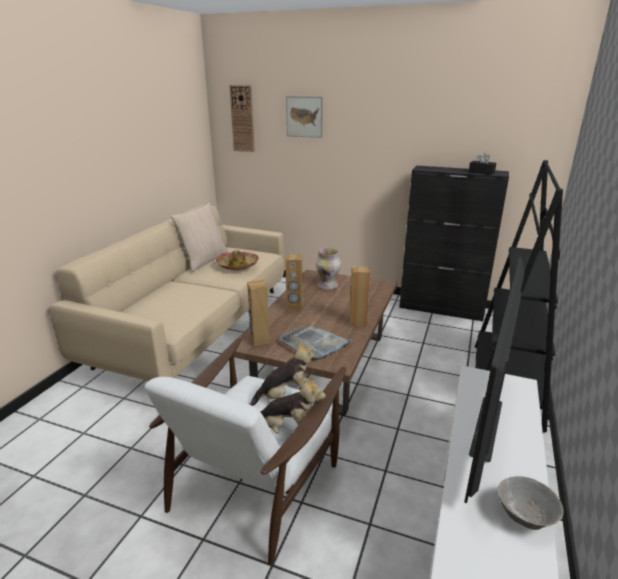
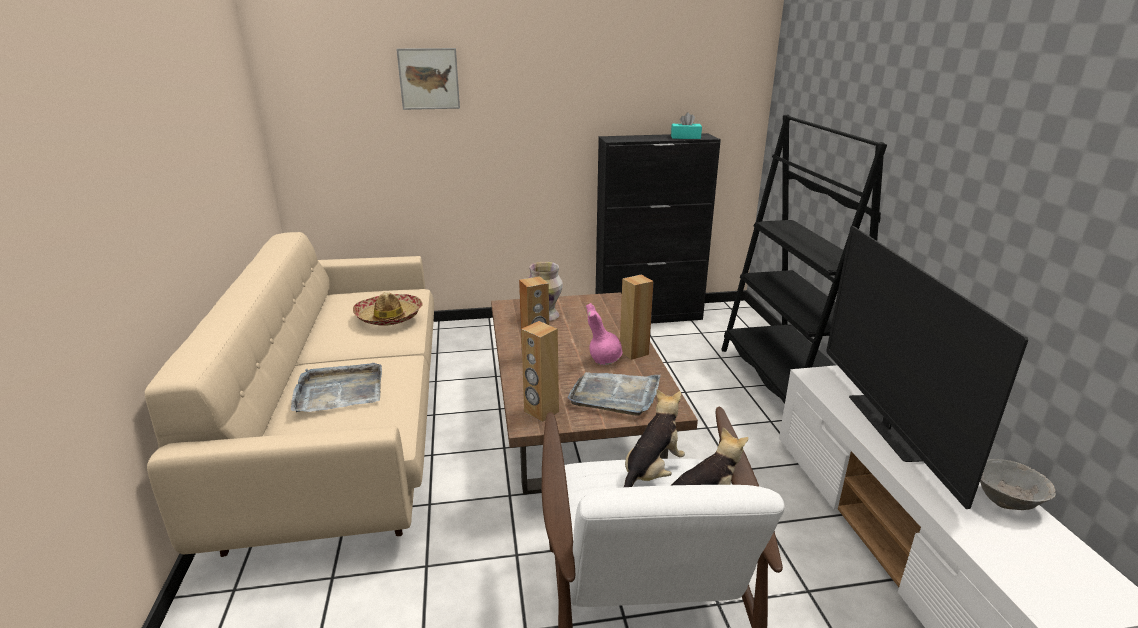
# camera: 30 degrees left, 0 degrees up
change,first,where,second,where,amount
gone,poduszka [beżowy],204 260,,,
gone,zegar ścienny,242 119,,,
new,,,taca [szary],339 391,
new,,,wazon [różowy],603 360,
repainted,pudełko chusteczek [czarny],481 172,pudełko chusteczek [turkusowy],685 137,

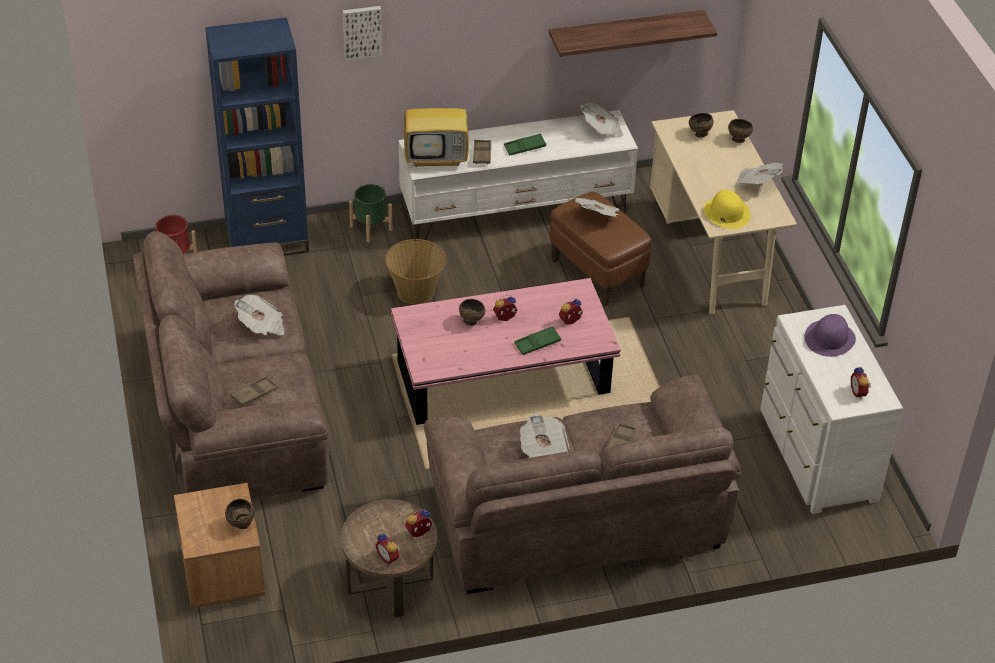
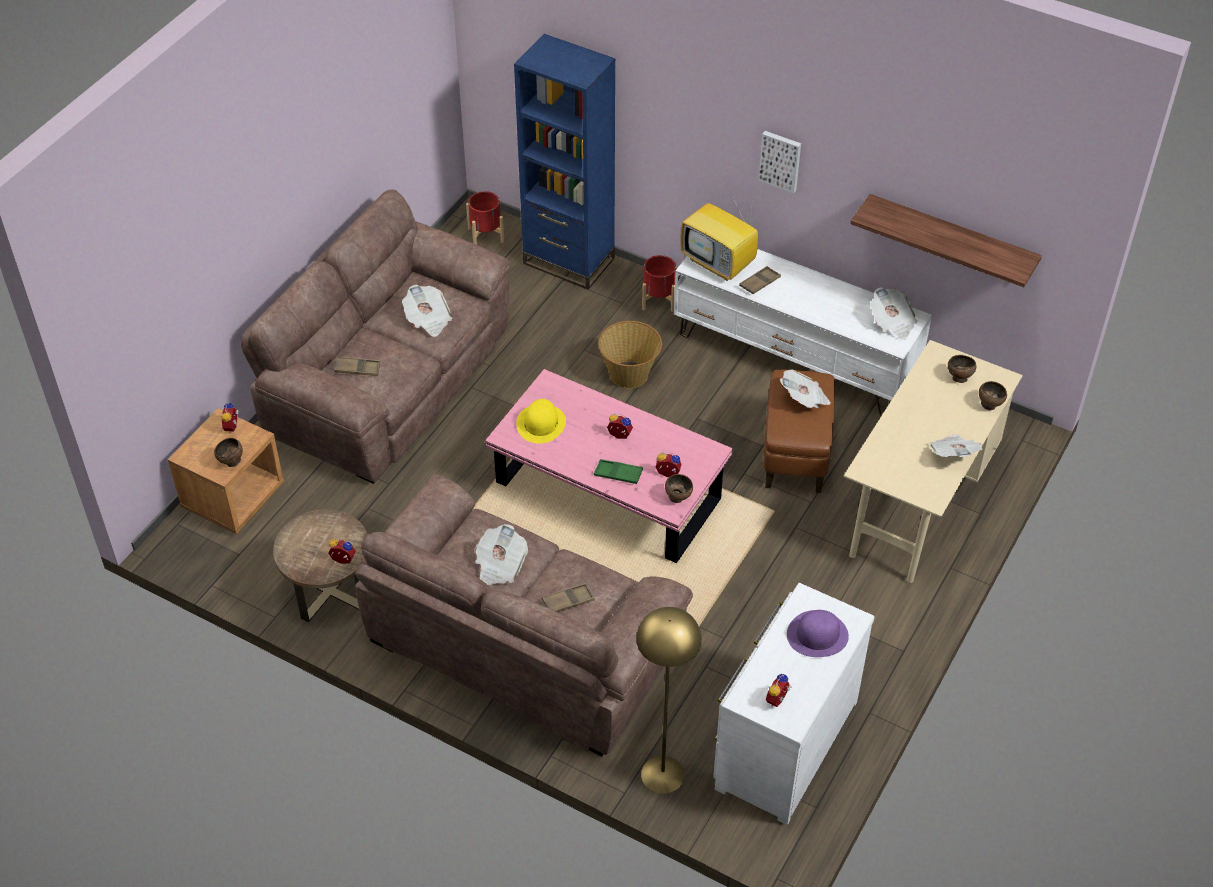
# camera: 45 degrees right, 5 degrees up
change,first,where,second,where,amount
gone,taca [zielony],524 147,,,
new,,,lampa stojąca [żółty],662 774,
shifted,obraz,362 31,,780 160,
shifted,budzik,389 557,,233 427,
shifted,miska [brązowy],471 321,,678 497,
shifted,kapelusz [żółty],726 213,,541 423,
repainted,donica [zielony],371 228,donica [czerwony],658 299,

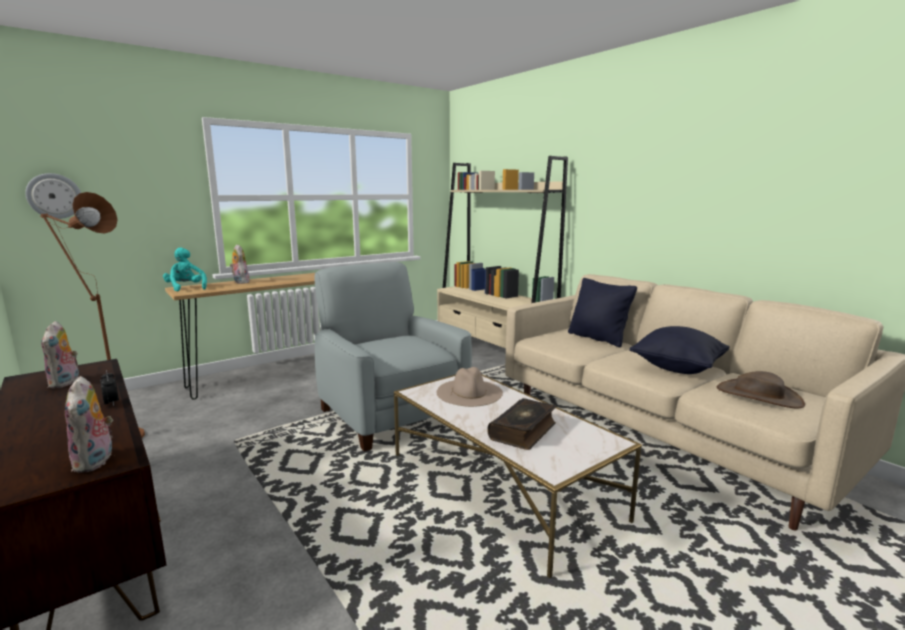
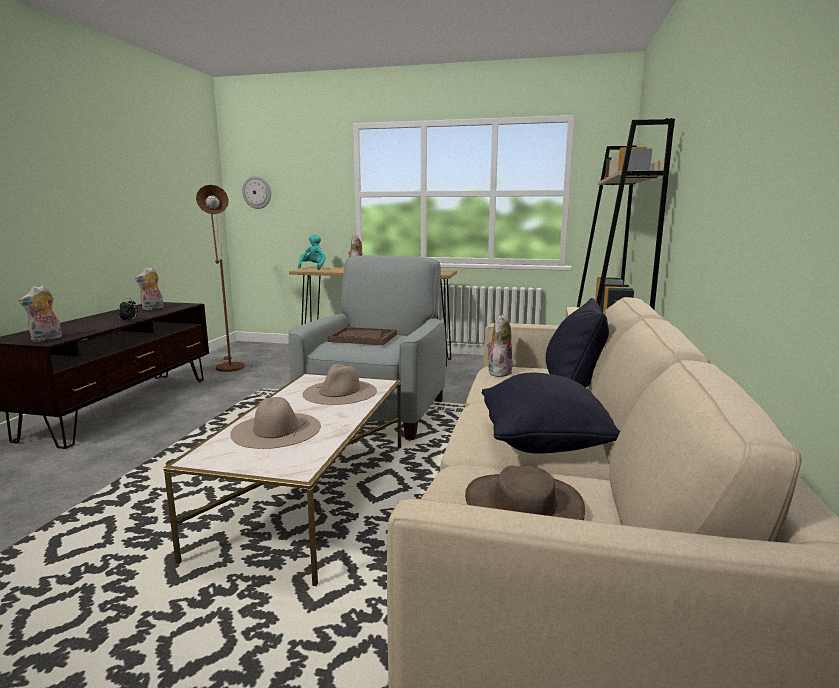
# camera: 50 degrees right, 0 degrees up
change,first,where,second,where,amount
new,,,taca [brązowy],362 338,
new,,,pluszak,498 372,
swapped,książka,524 431,kapelusz [beżowy],276 430,

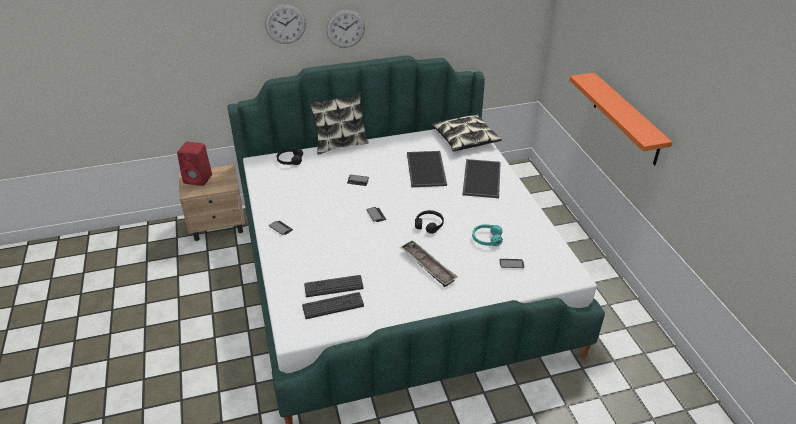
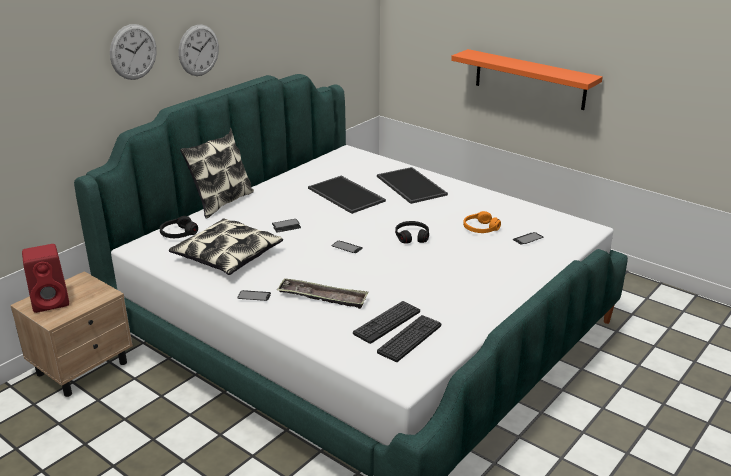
# camera: 35 degrees left, 10 degrees down
change,first,where,second,where,amount
shifted,taca,427 266,,322 297,
shifted,poduszka,465 139,,227 256,
repainted,słuchawki [turkusowy],486 239,słuchawki [pomarańczowy],480 228,

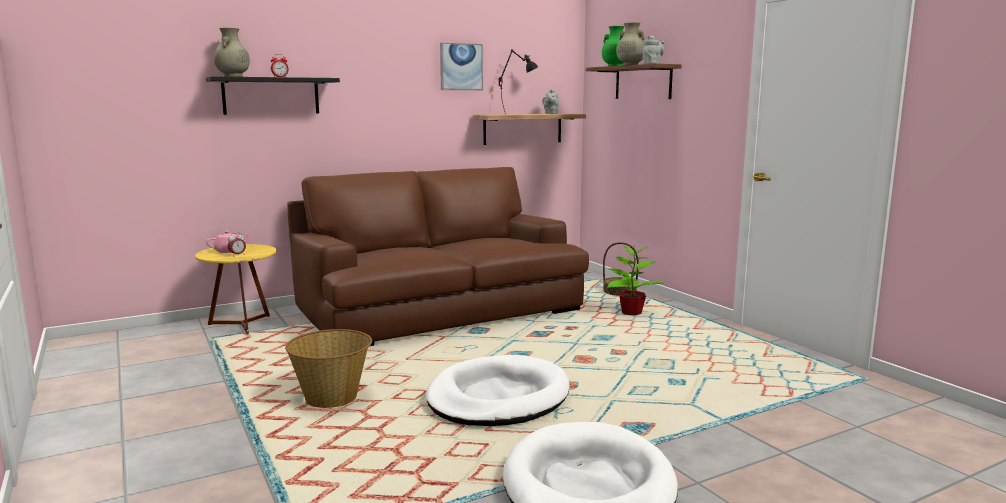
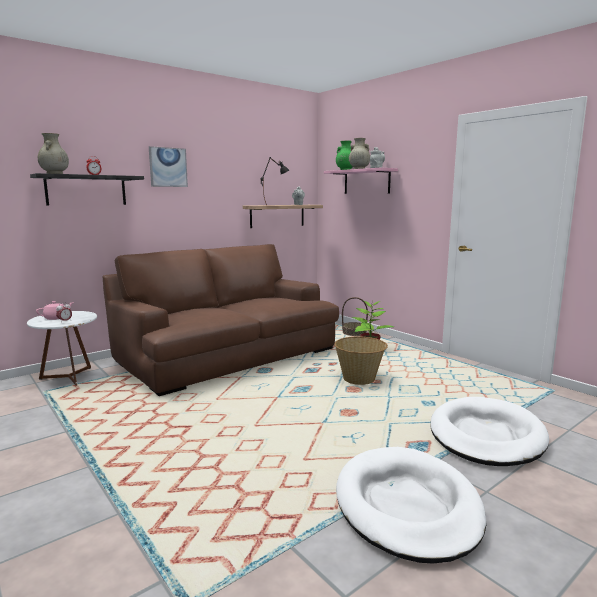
# camera: 10 degrees left, 0 degrees up
change,first,where,second,where,amount
shifted,koszyk,332 398,,359 379,
shifted,legowisko [biały],498 397,,486 435,
shifted,obraz,461 67,,168 167,
repainted,stolik [żółty],242 324,stolik [biały],69 377,
repainted,półka [brązowy],643 82,półka [różowy],366 181,

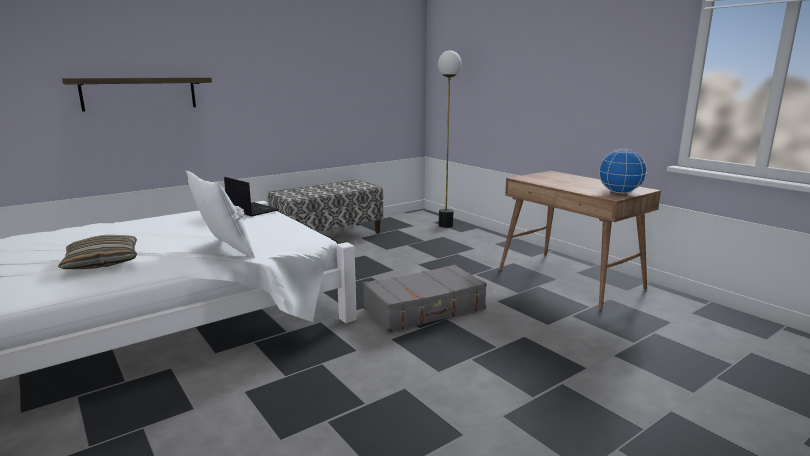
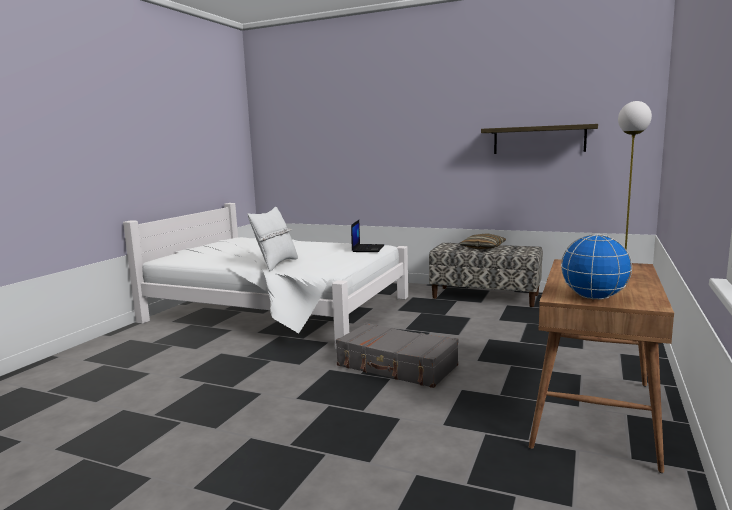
# camera: 60 degrees right, 5 degrees down
change,first,where,second,where,amount
shifted,poduszka,102 262,,483 247,
shifted,półka,139 93,,539 139,

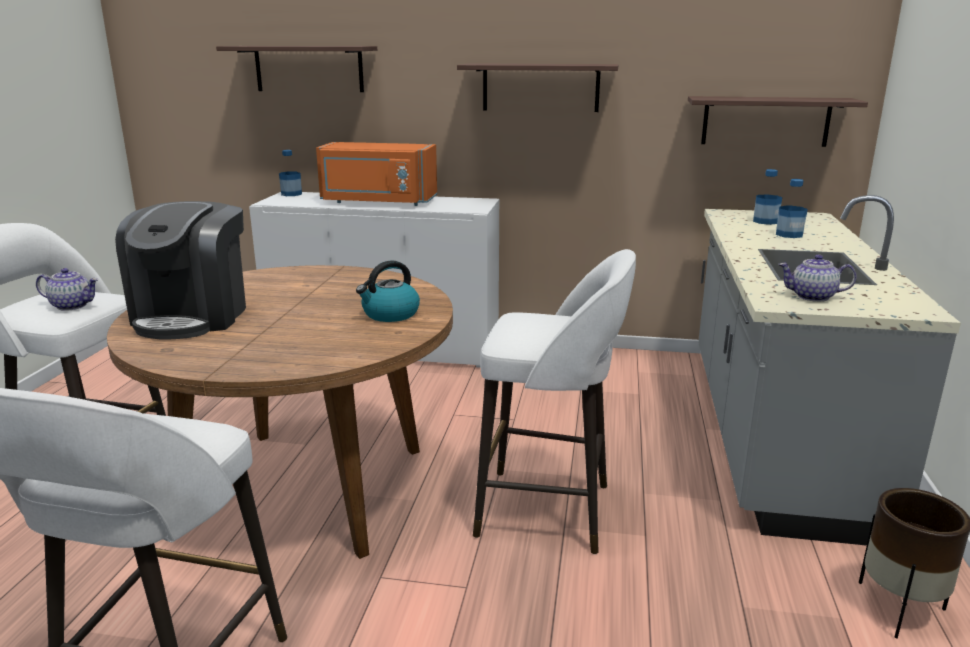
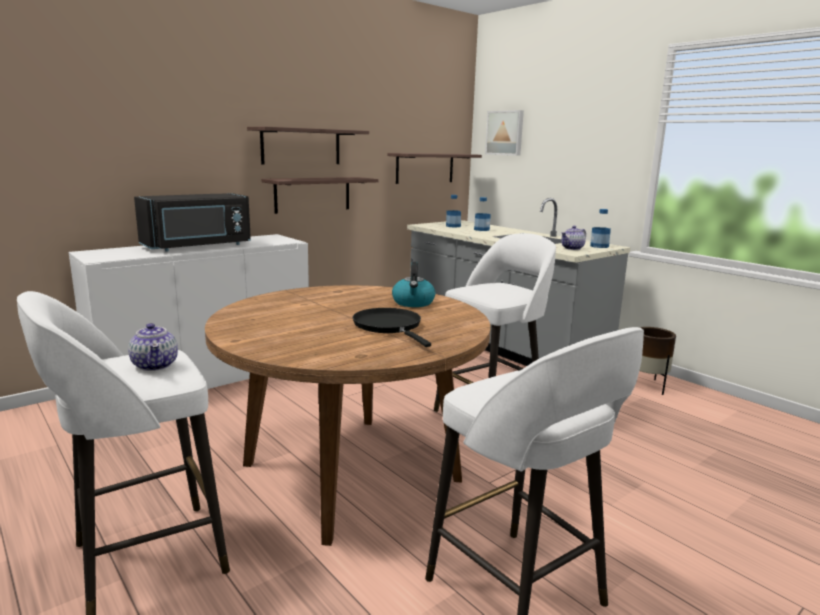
# camera: 50 degrees left, 5 degrees down
change,first,where,second,where,amount
gone,ekspres do kawy,193 316,,,
new,,,patelnia [czarny],389 326,
new,,,obraz,505 133,
shifted,półka,309 69,,312 194,
shifted,butelka,291 194,,599 246,
repainted,mikrofalówka [pomarańczowy],377 202,mikrofalówka [czarny],198 246,
rotated,imbryk,73 305,,156 365,105 degrees clockwise

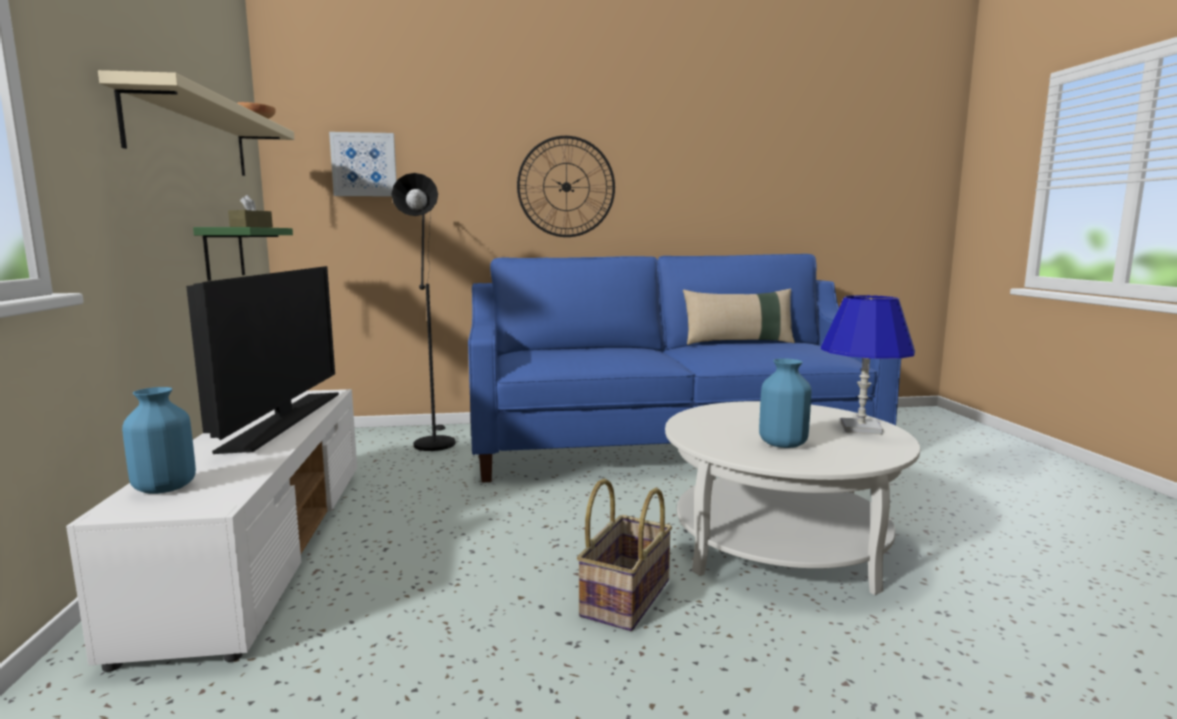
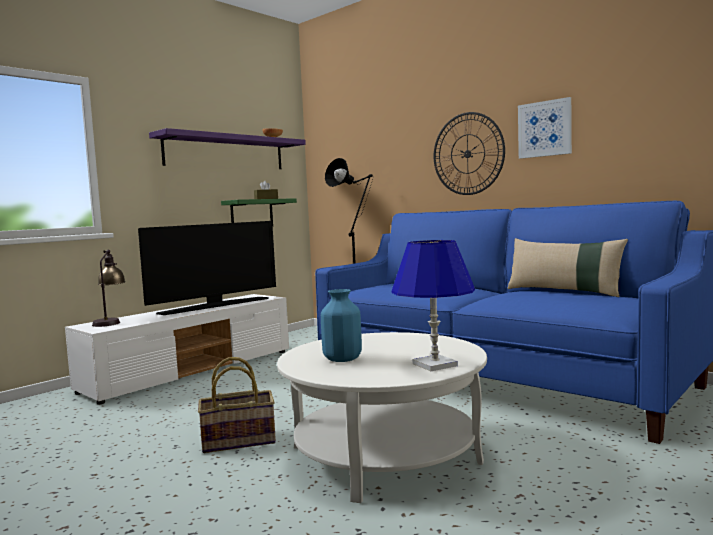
# camera: 50 degrees right, 5 degrees down
change,first,where,second,where,amount
shifted,obraz,364 164,,544 129,
swapped,wazon [niebieski],164 488,lampa stołowa,110 322,
repainted,półka [beżowy],191 136,półka [fioletowy],226 152,

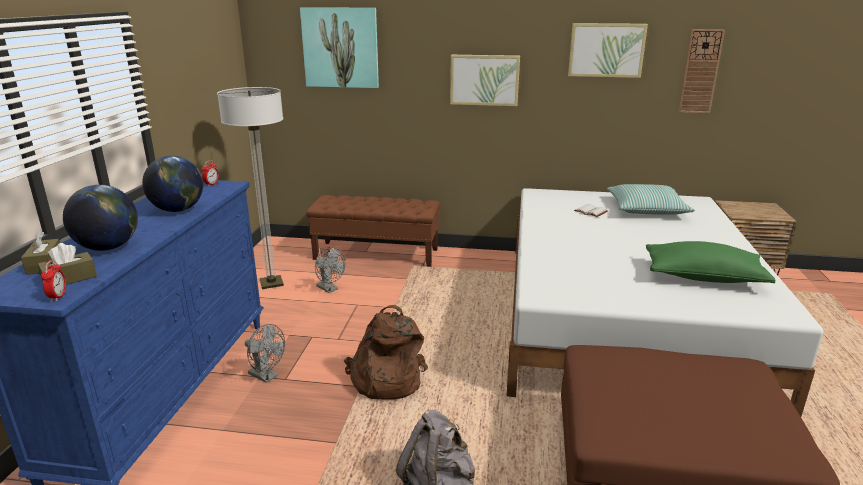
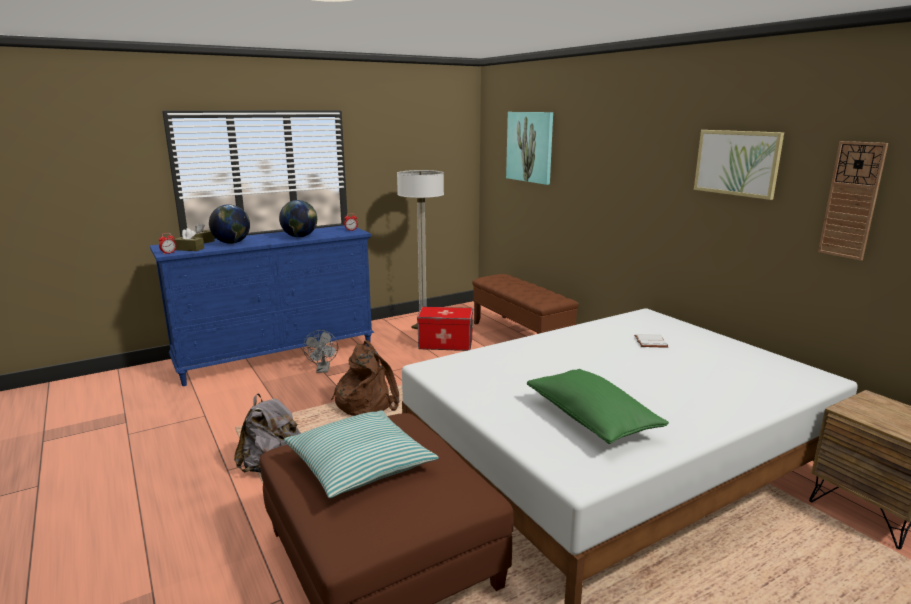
# camera: 50 degrees right, 5 degrees down
change,first,where,second,where,amount
gone,obraz,484 80,,,
shifted,poduszka,646 209,,359 464,
swapped,wentylator [szary],330 289,pojemnik do przechowywania,446 343,

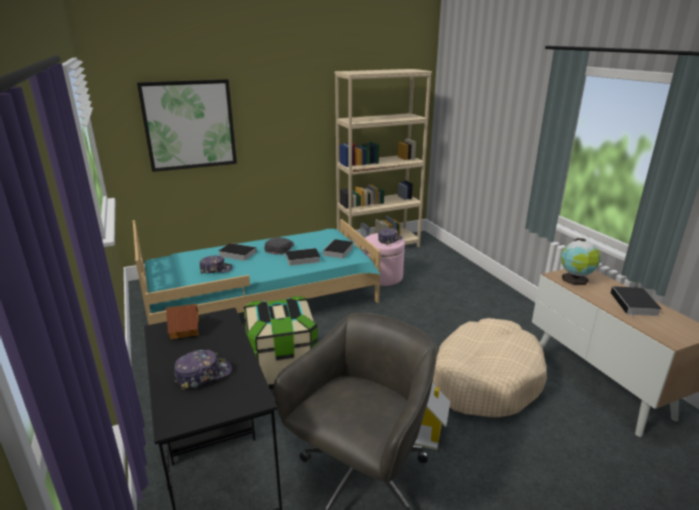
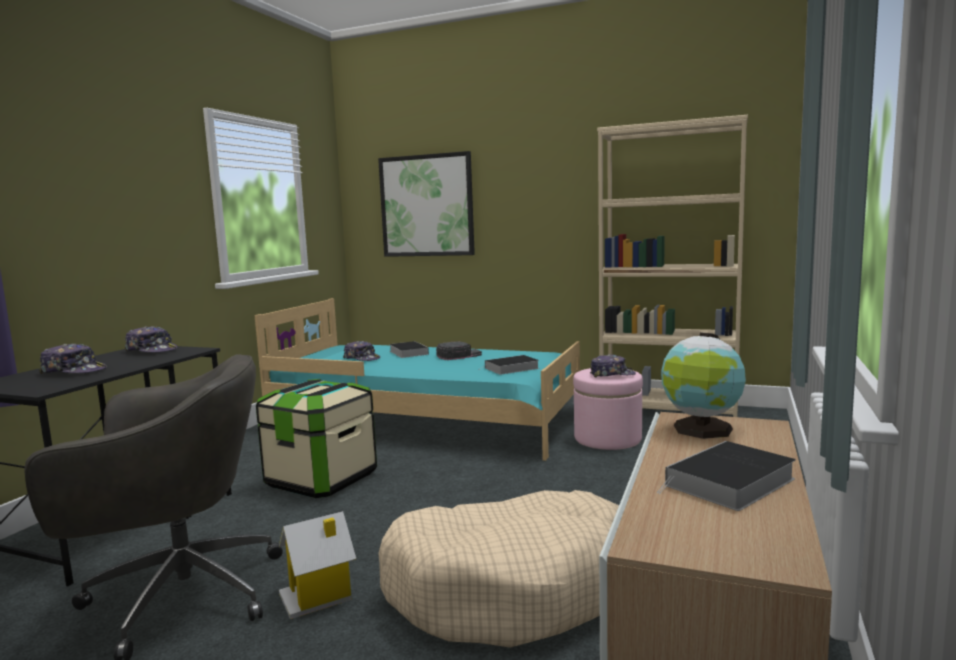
# camera: 45 degrees right, 15 degrees down
change,first,where,second,where,amount
gone,książka,301 259,,,
swapped,domek,184 329,czapka z daszkiem,152 350,

